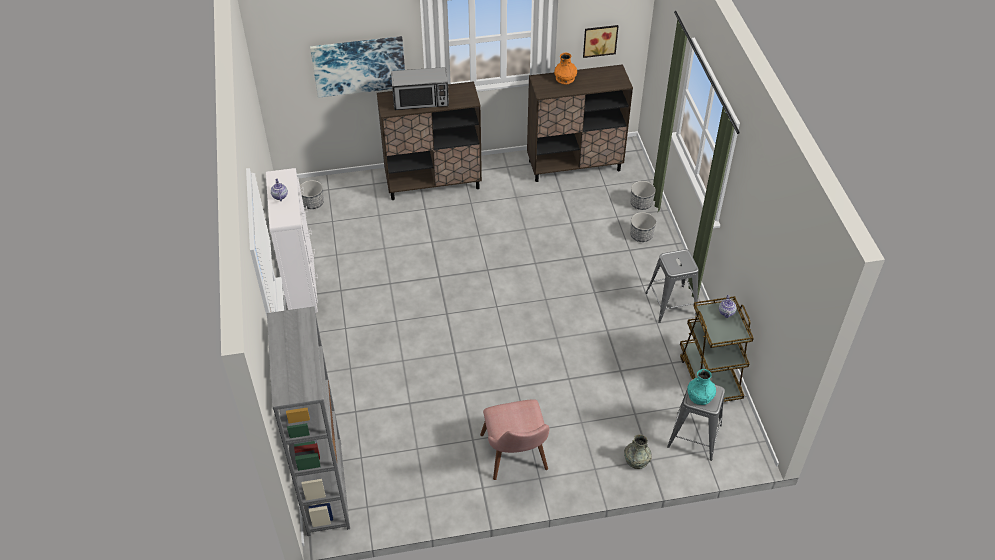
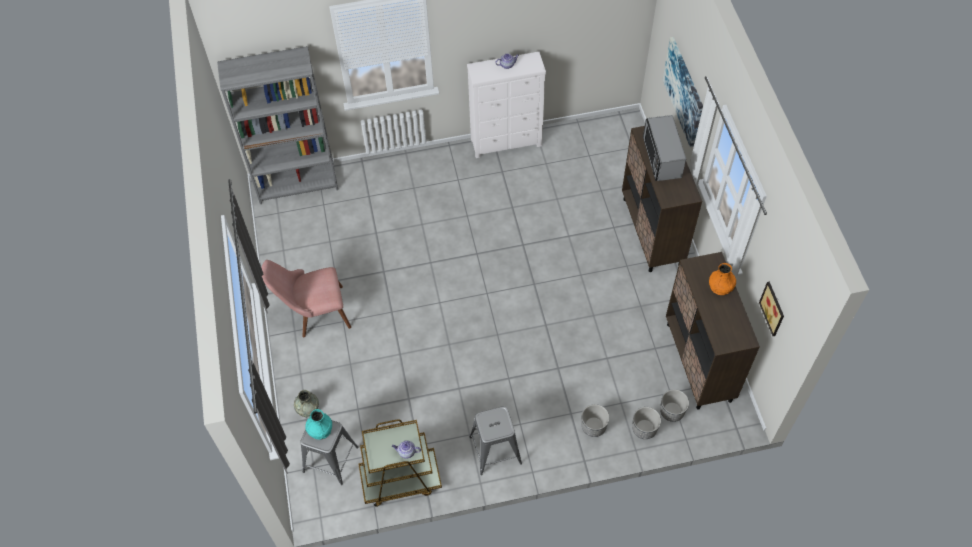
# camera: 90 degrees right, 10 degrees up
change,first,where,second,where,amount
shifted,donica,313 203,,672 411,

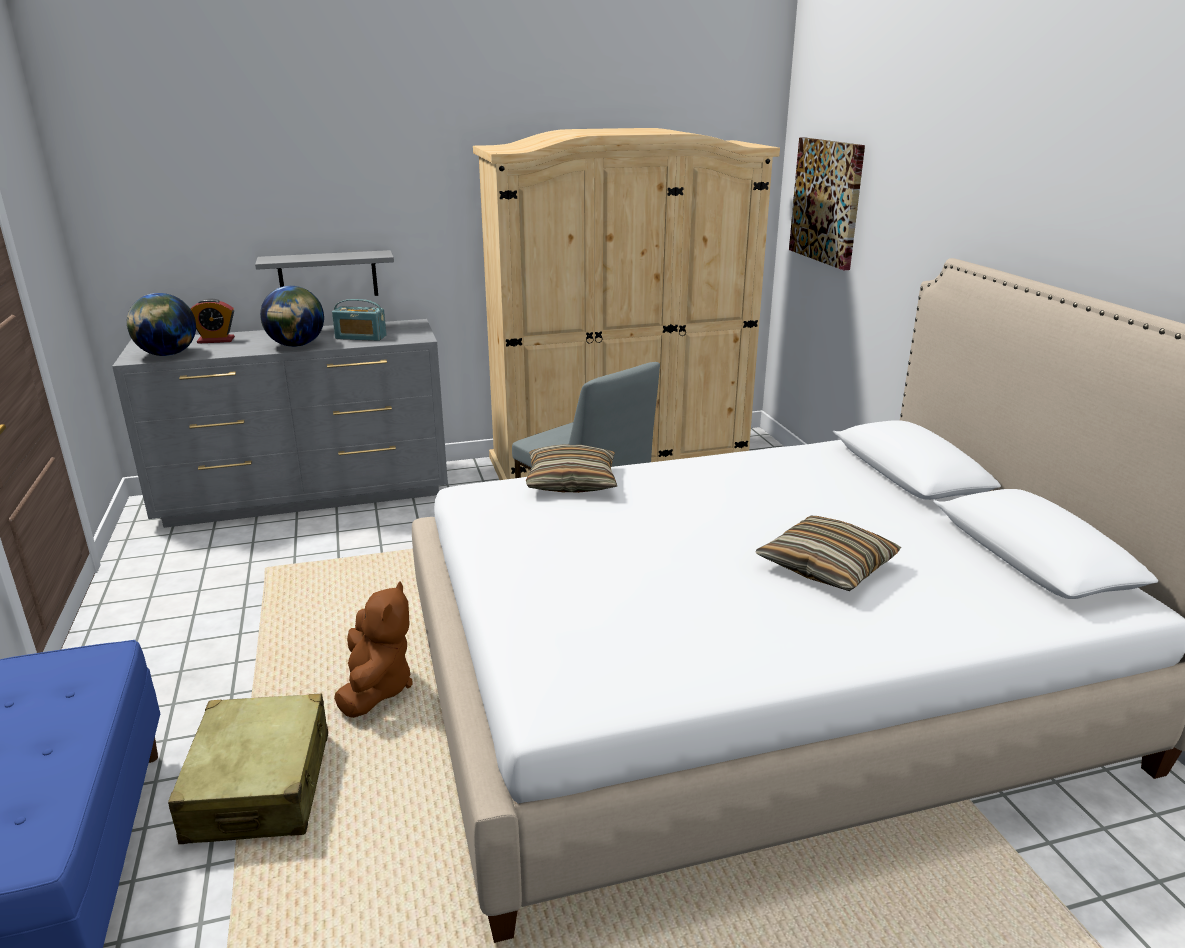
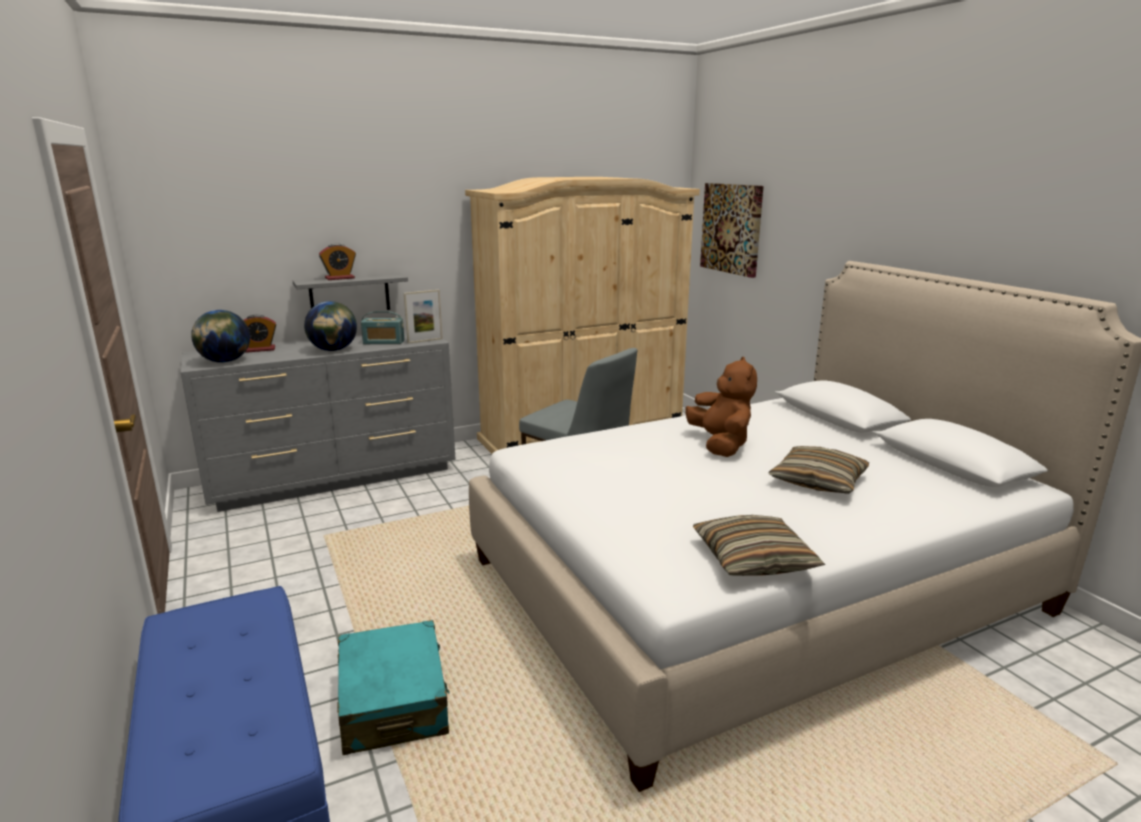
# camera: 10 degrees left, 5 degrees down
change,first,where,second,where,amount
new,,,budzik,340 278,
new,,,ramka na zdjęcie,425 341,
shifted,pluszak [brązowy],376 688,,720 445,
shifted,poduszka,571 482,,753 559,
repainted,walizka [beżowy],260 786,walizka [turkusowy],393 702,

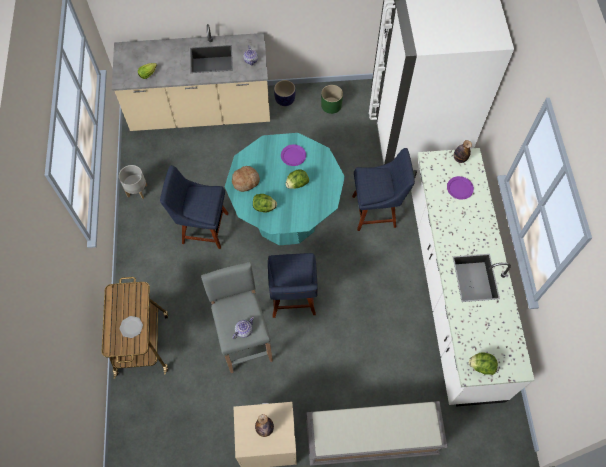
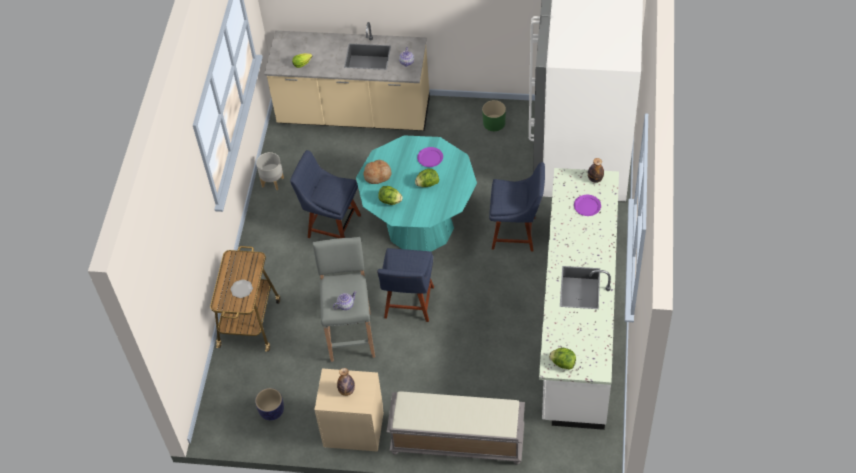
# camera: 15 degrees right, 10 degrees down
change,first,where,second,where,amount
shifted,donica,284 100,,271 411,

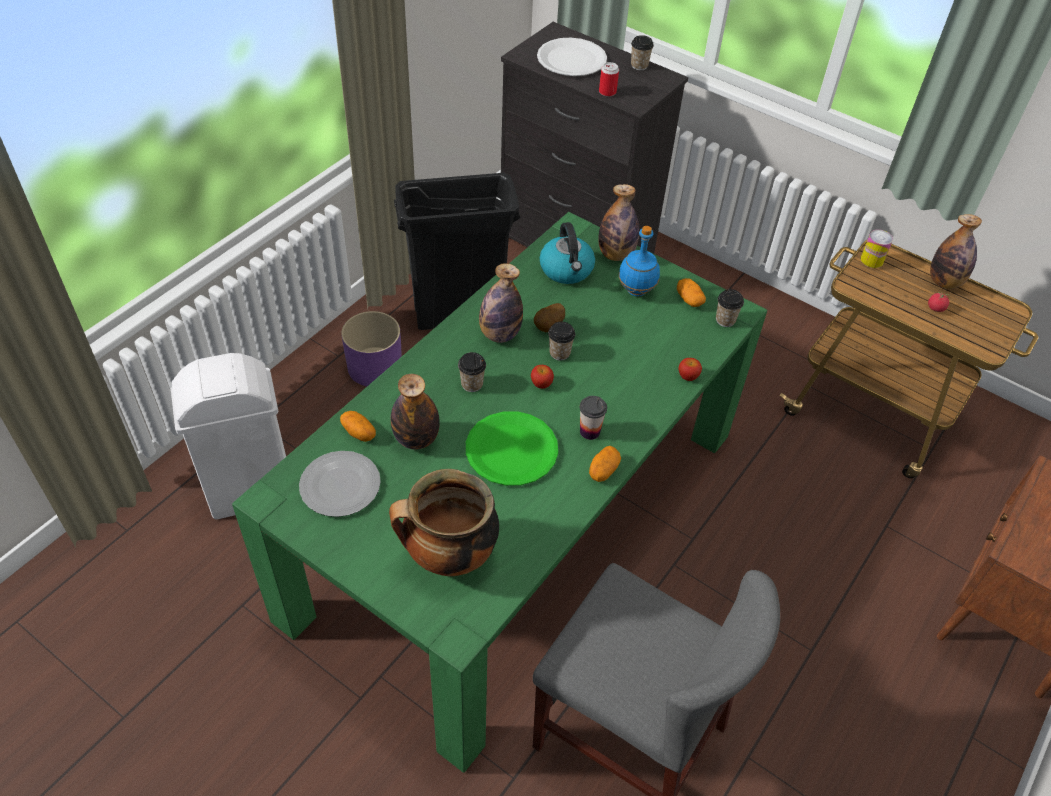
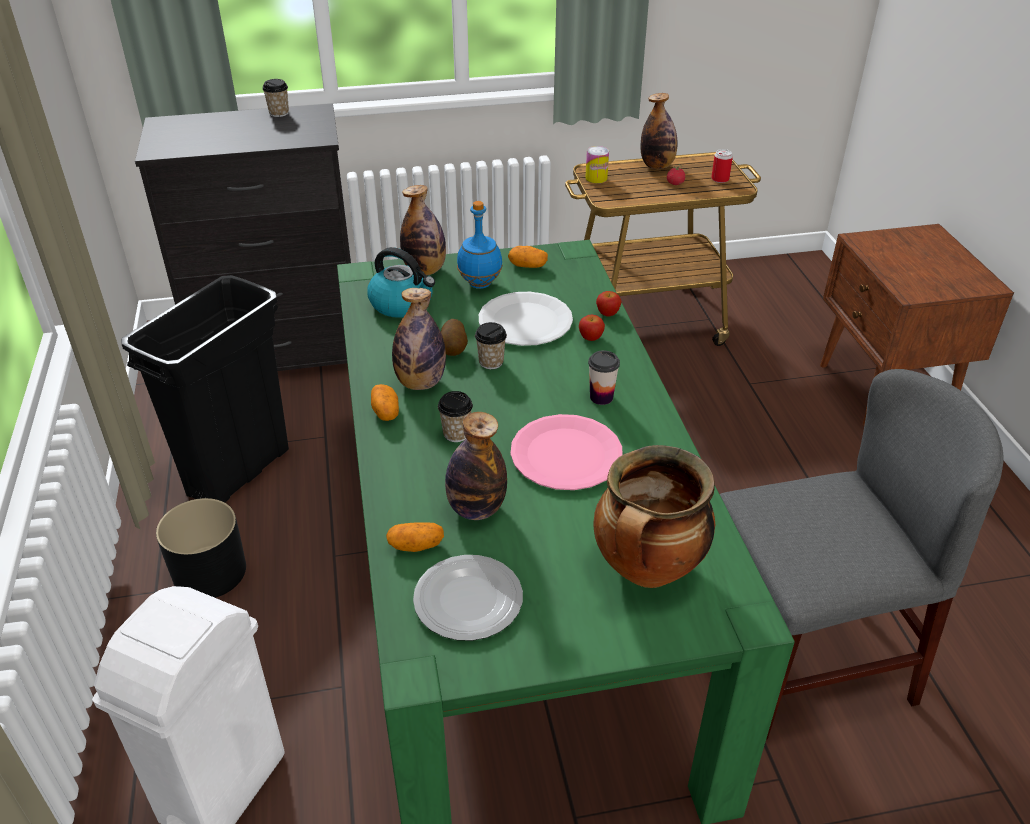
# camera: 45 degrees left, 10 degrees down
change,first,where,second,where,amount
gone,filiżanka,725 320,,,
shifted,jabłko,541 384,,591 338,
shifted,talerz [biały],571 59,,525 321,
shifted,ziemniak,603 470,,385 412,
shifted,puszka,607 92,,720 179,
repainted,donica [fioletowy],375 367,donica [czarny],210 571,
repainted,talerz [zielony],511 450,talerz [różowy],566 455,

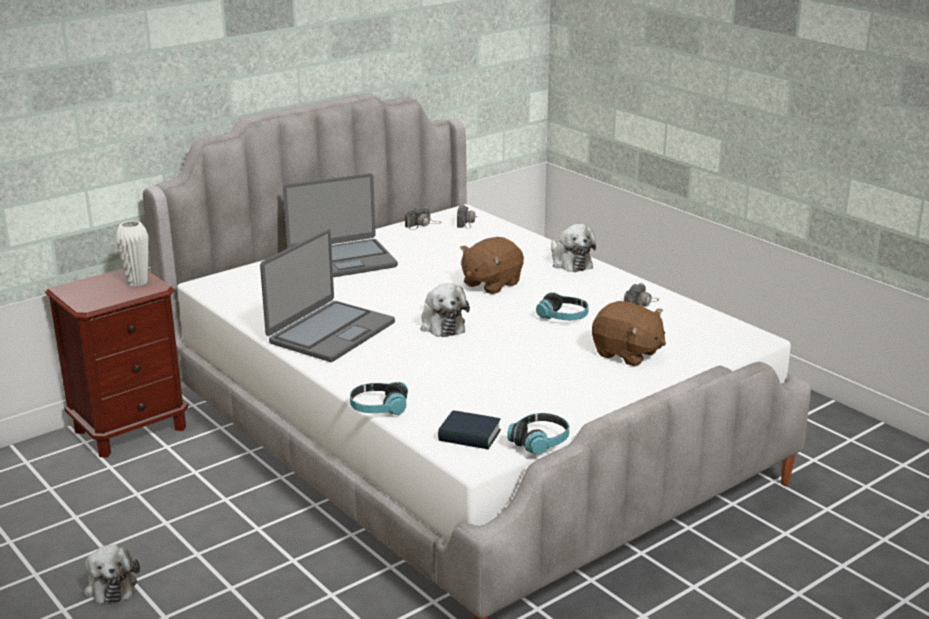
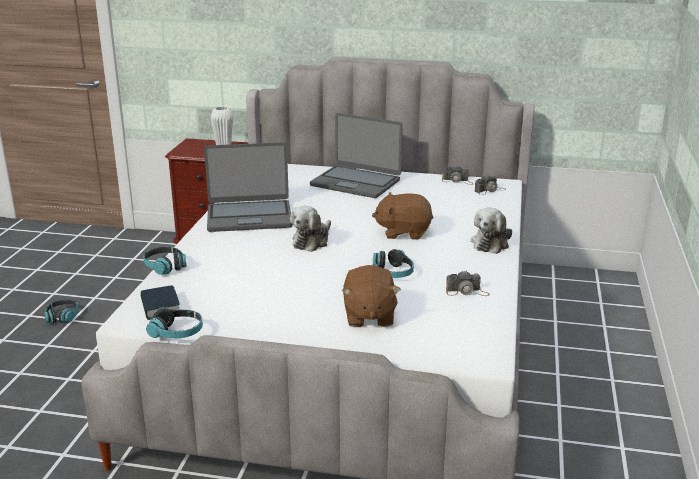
# camera: 50 degrees right, 0 degrees up
change,first,where,second,where,amount
swapped,pluszak,111 585,słuchawki,62 316,

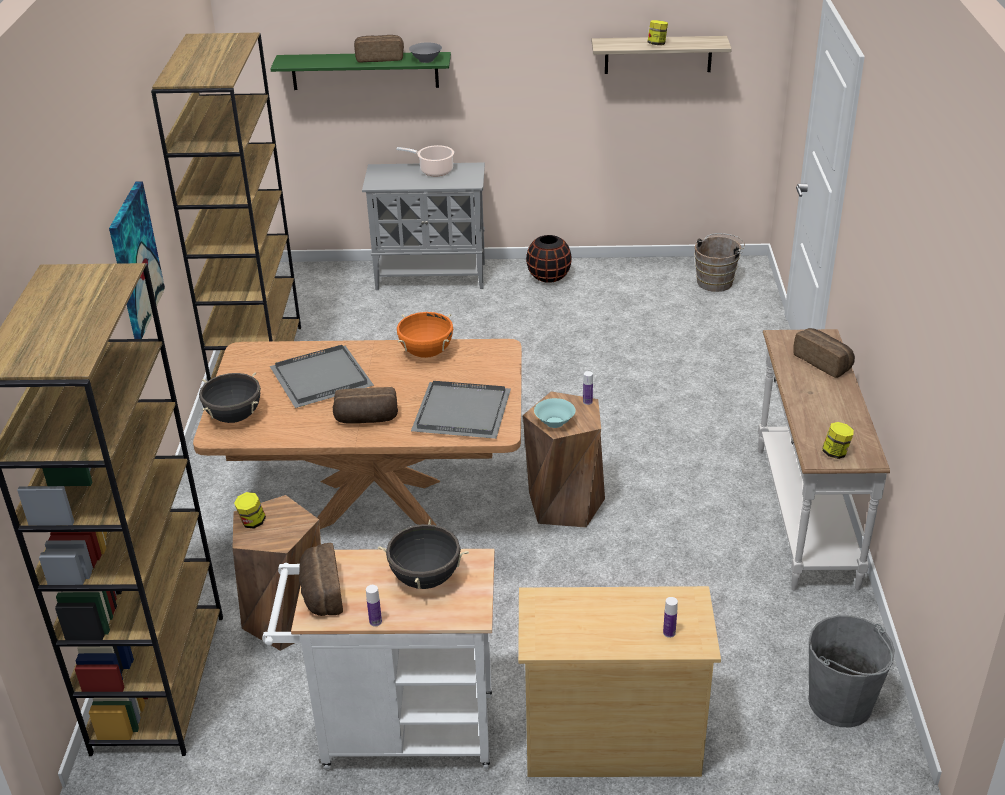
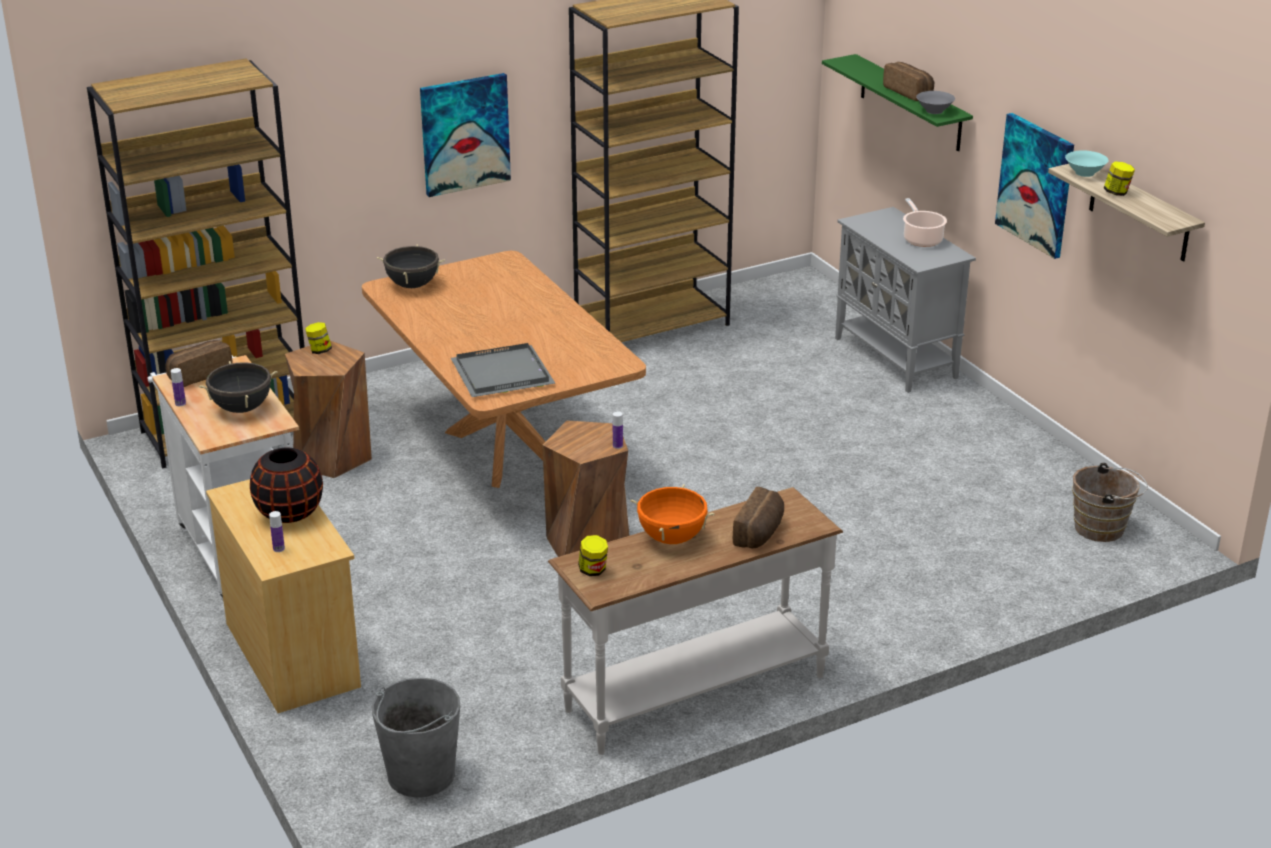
# camera: 60 degrees right, 5 degrees down
change,first,where,second,where,amount
gone,taca [szary],320 380,,,
gone,chleb,366 419,,,
new,,,obraz,1036 184,
shifted,garnek [pomarańczowy],426 353,,672 538,
shifted,wazon [czarny],548 277,,289 513,
shifted,miska [turkusowy],554 422,,1084 173,

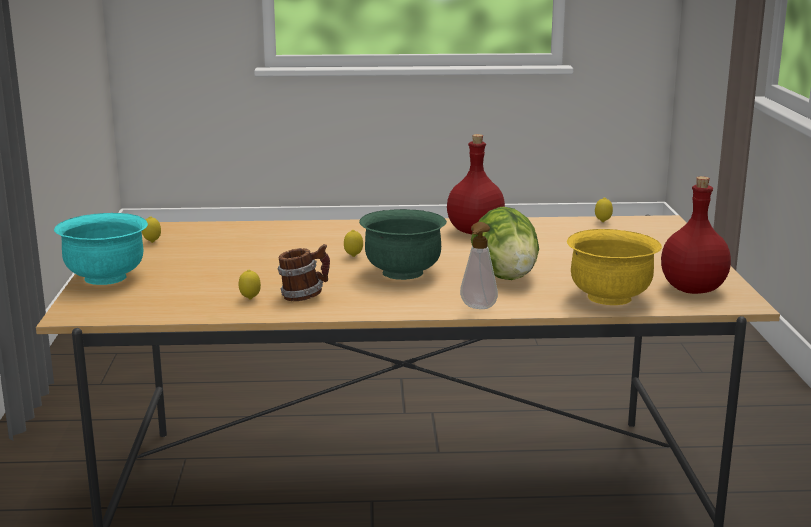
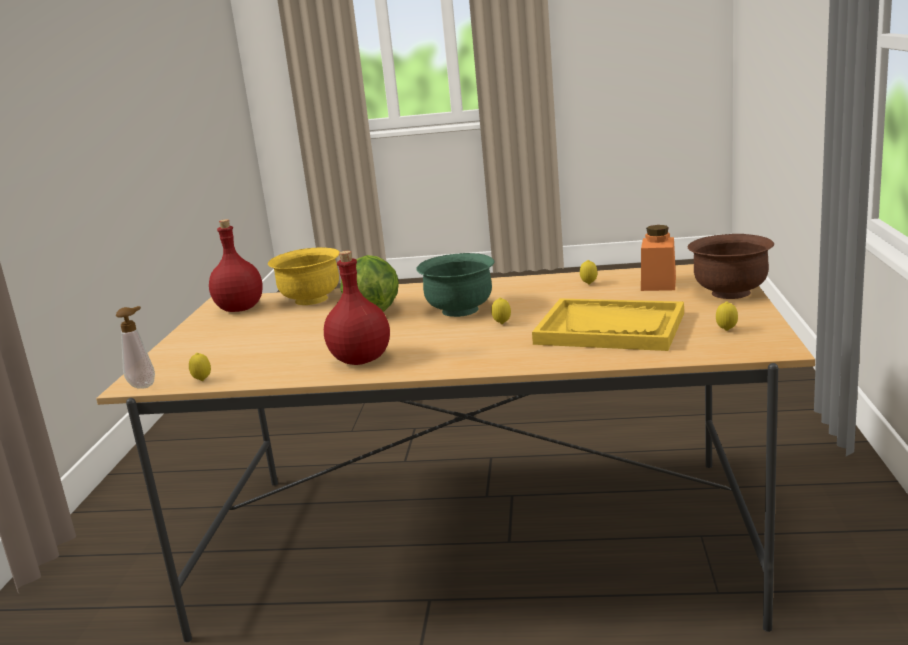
# camera: 170 degrees left, 0 degrees up
change,first,where,second,where,amount
gone,kubek,304 296,,,
new,,,taca [żółty],610 328,
new,,,słoik [pomarańczowy],658 284,
shifted,dozownik mydła,477 308,,144 385,
repainted,miska [turkusowy],106 278,miska [brązowy],730 293,

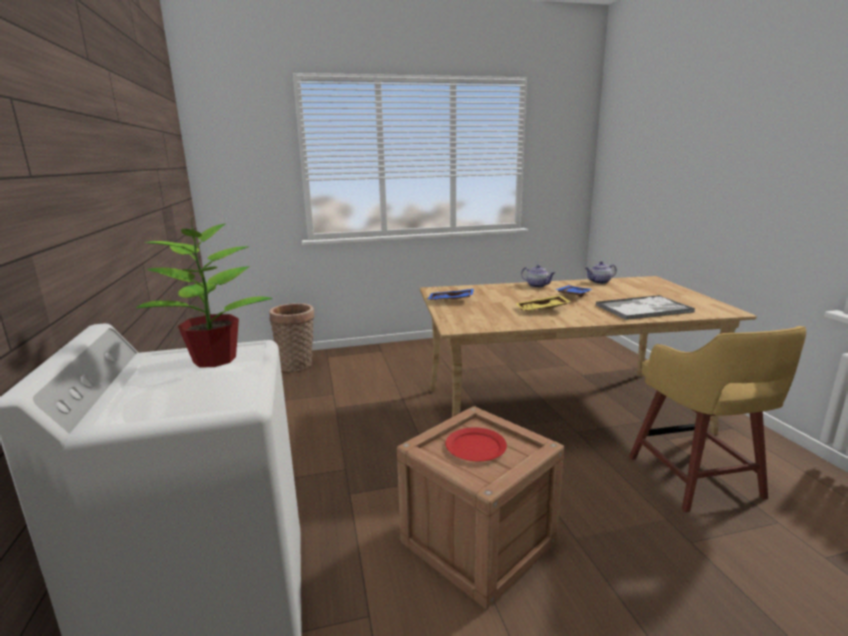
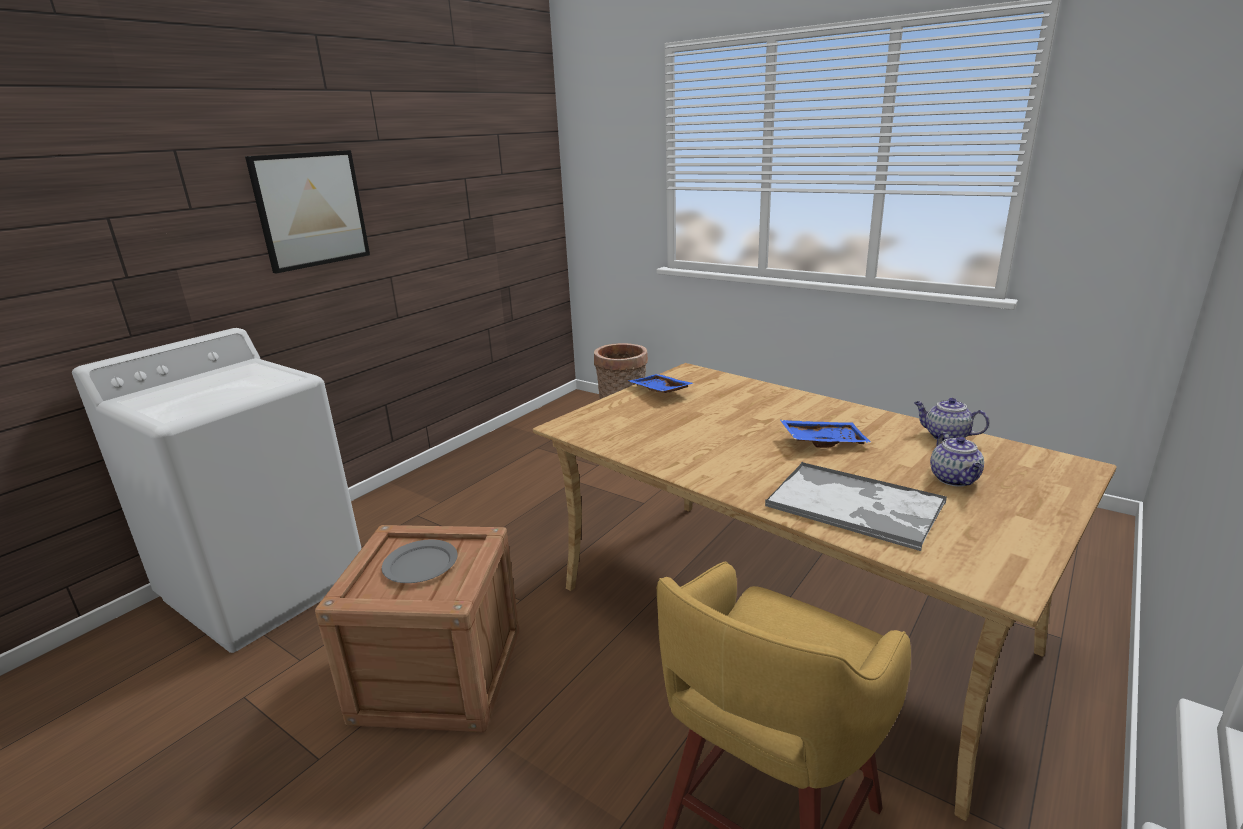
# camera: 50 degrees right, 5 degrees up
change,first,where,second,where,amount
gone,roślina doniczkowa,216 359,,,
gone,taca [żółty],542 310,,,
new,,,obraz,311 209,
shifted,imbryk,537 286,,955 479,
repainted,talerz [czerwony],475 447,talerz [szary],421 564,

